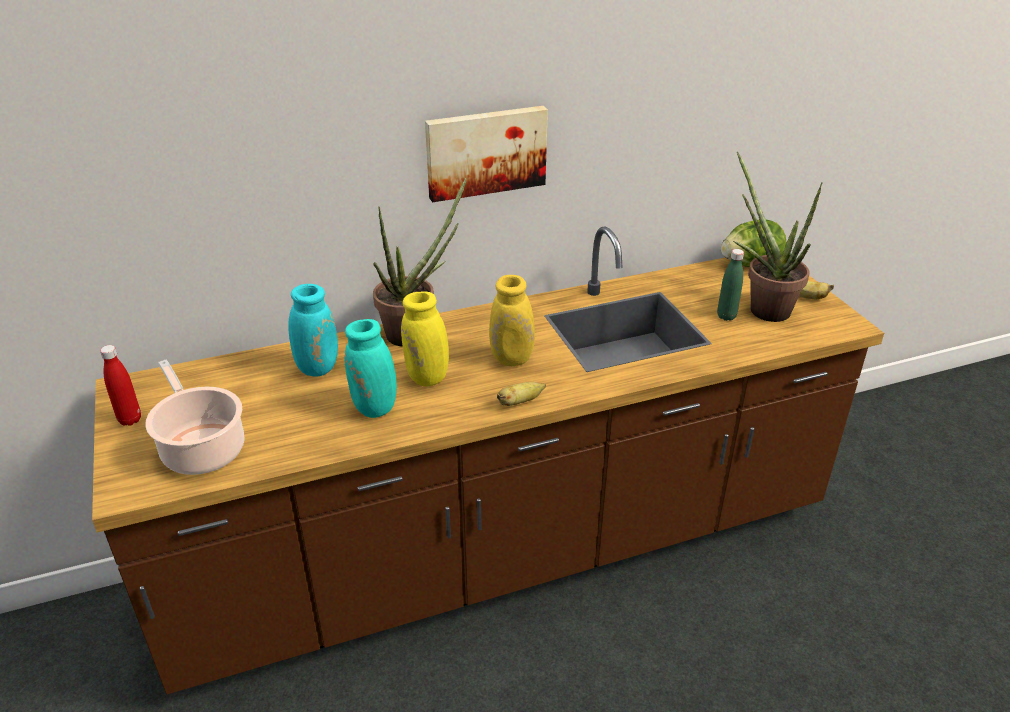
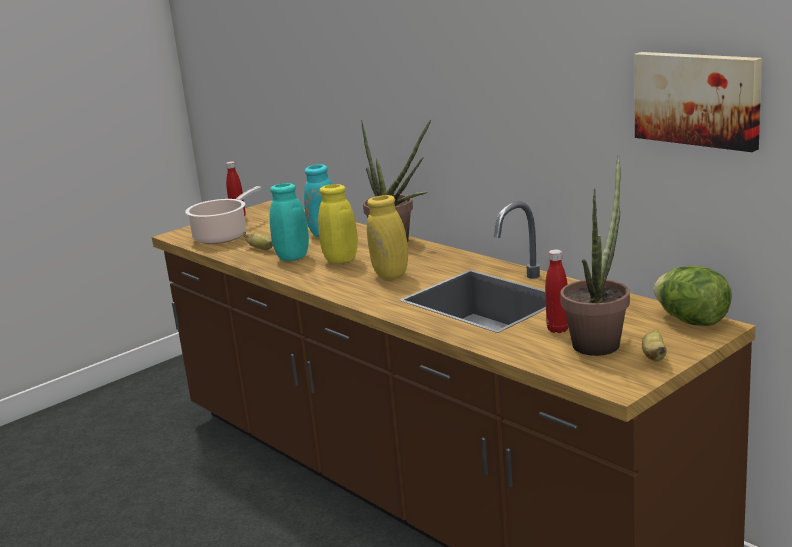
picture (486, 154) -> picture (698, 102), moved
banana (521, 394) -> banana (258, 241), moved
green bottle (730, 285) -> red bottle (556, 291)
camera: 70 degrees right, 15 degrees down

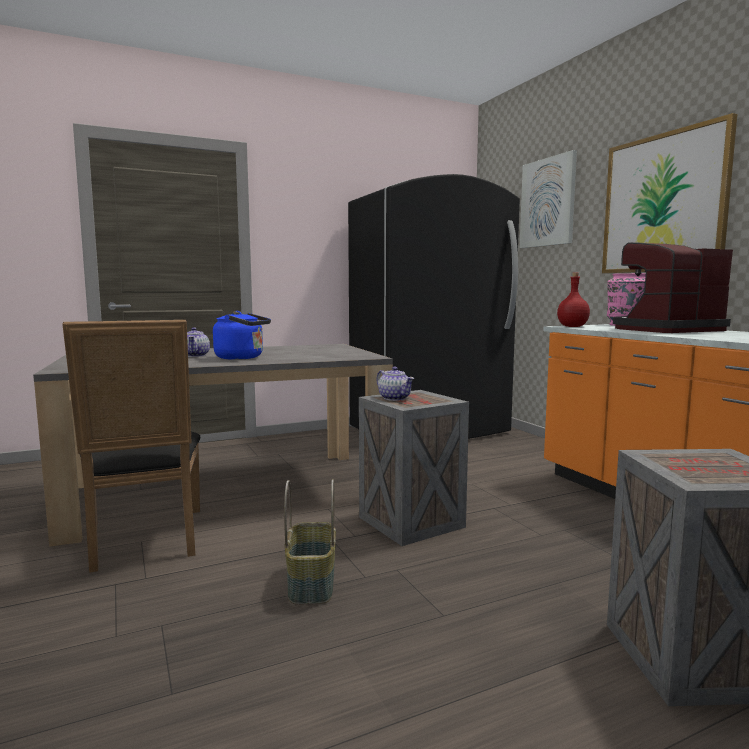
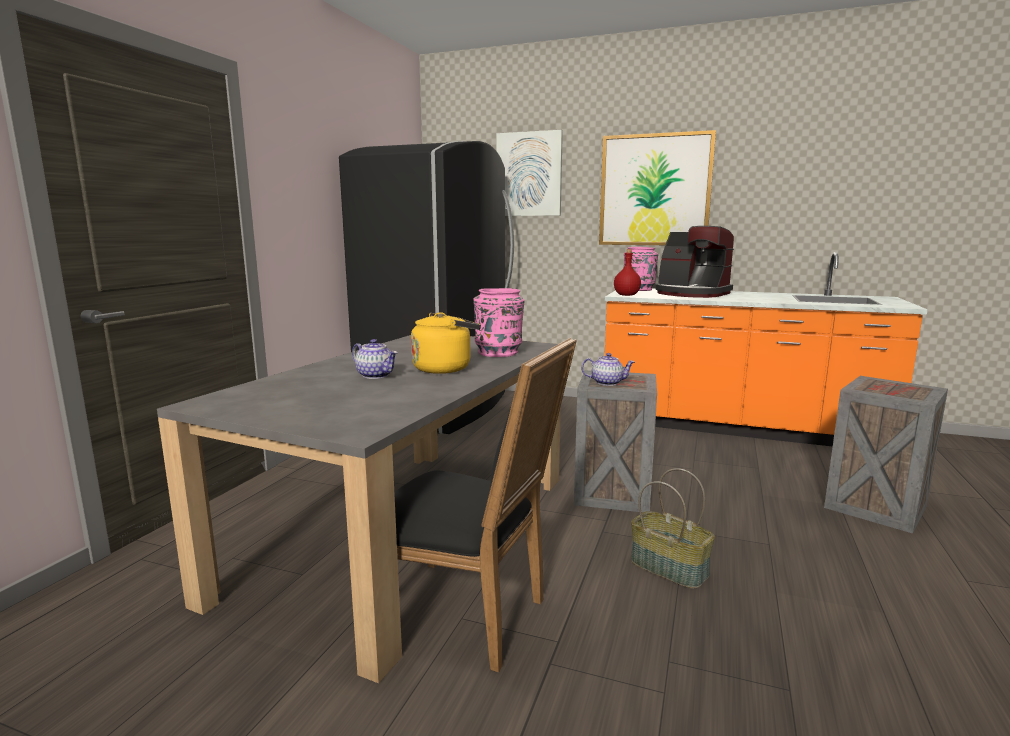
blue kettle (242, 335) -> yellow kettle (446, 343)
coffee machine (673, 287) -> coffee machine (695, 262), 75 degrees counterclockwise
none -> pink vase (499, 322)
camera: 45 degrees left, 5 degrees up

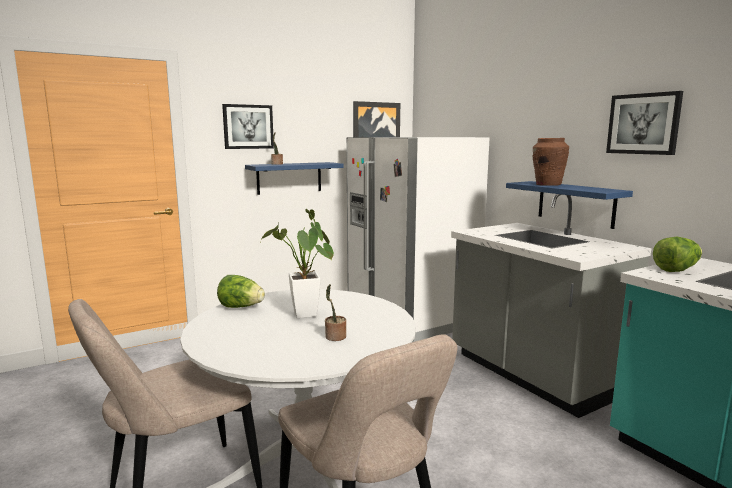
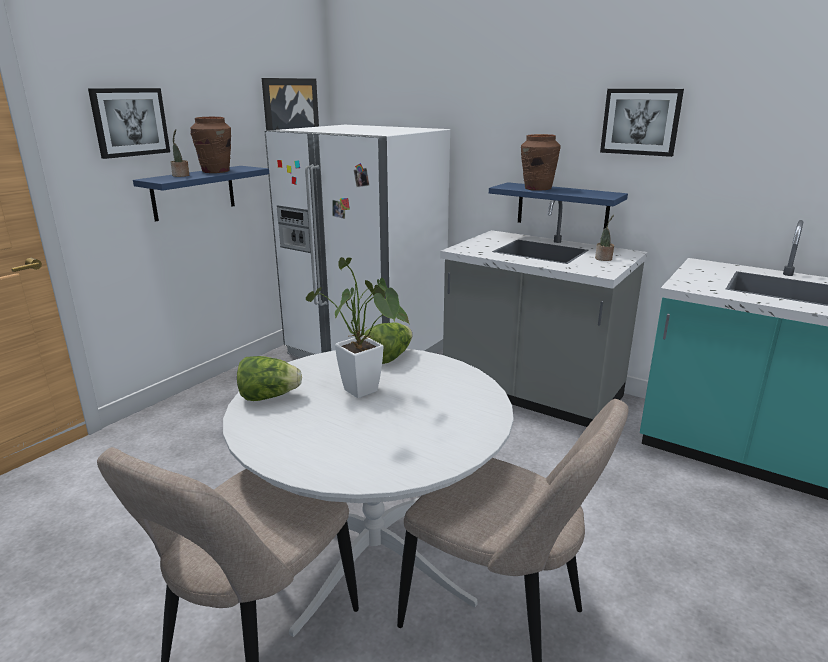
potted plant (335, 312) -> potted plant (604, 238), moved
lettuce (677, 254) -> lettuce (388, 343), moved
none -> brown vase (210, 145)
camera: 25 degrees left, 10 degrees up

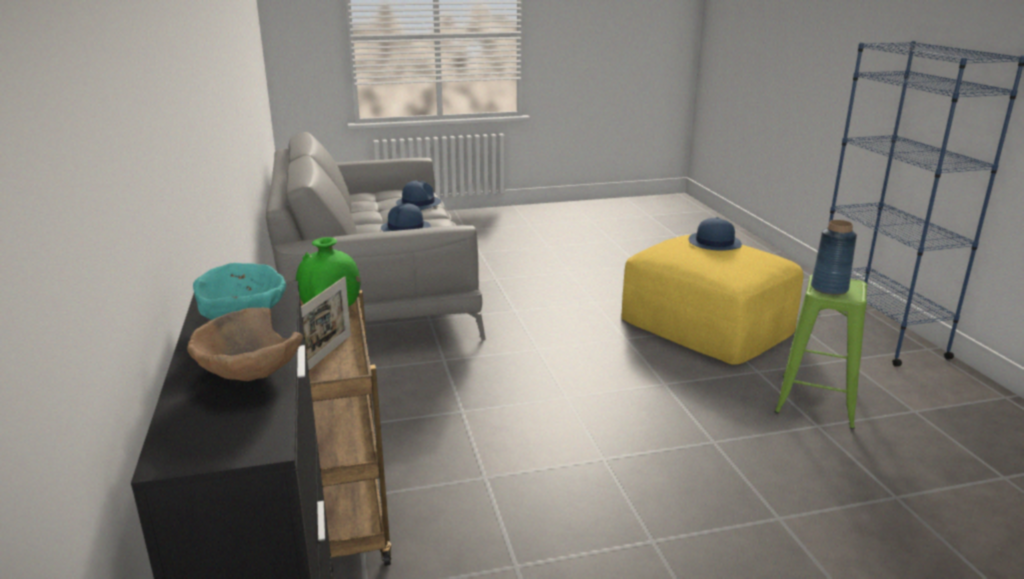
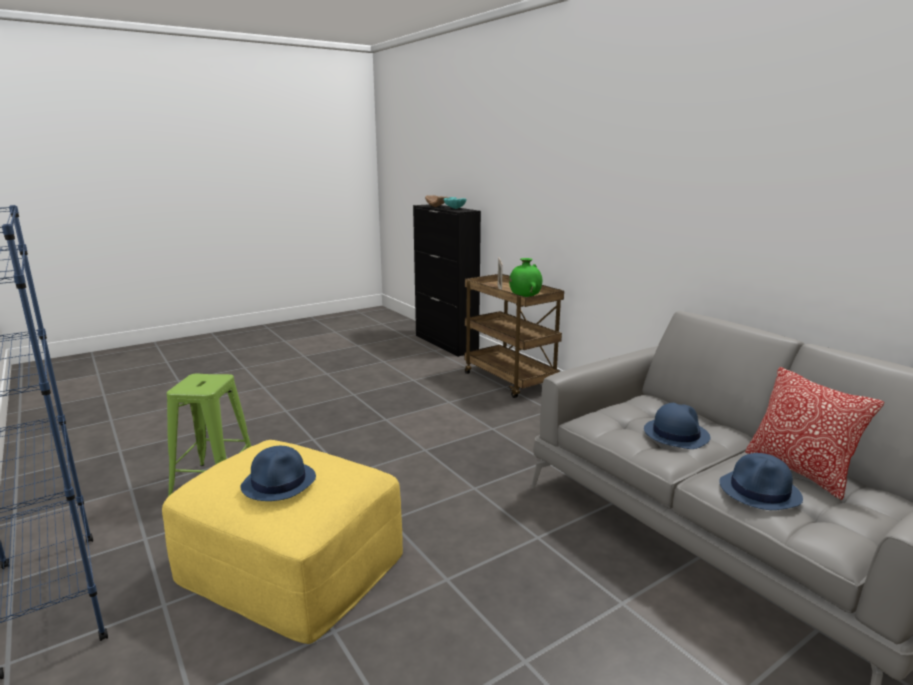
blue vase (834, 257) -> none
none -> pillow (814, 433)
camera: 160 degrees right, 5 degrees down

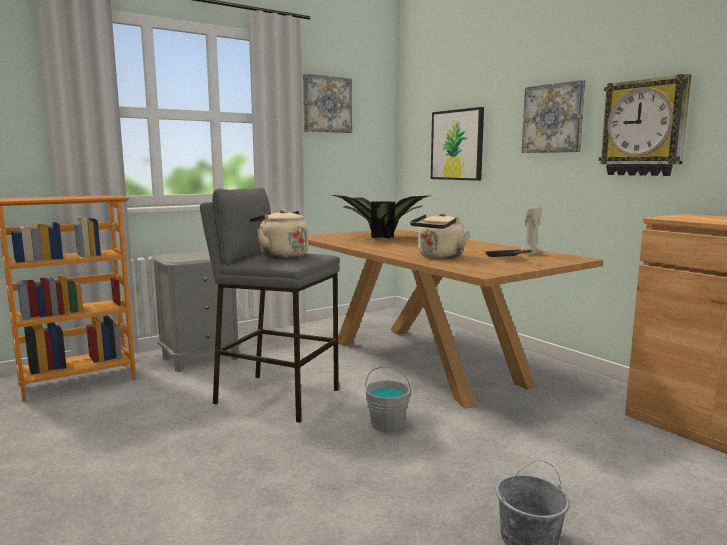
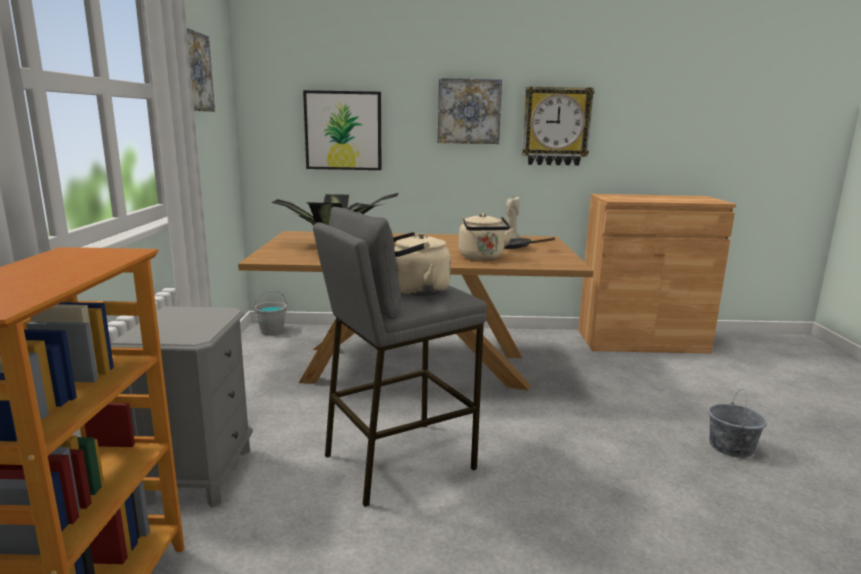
grey bucket (388, 399) -> grey bucket (270, 313), moved
camera: 55 degrees left, 5 degrees up

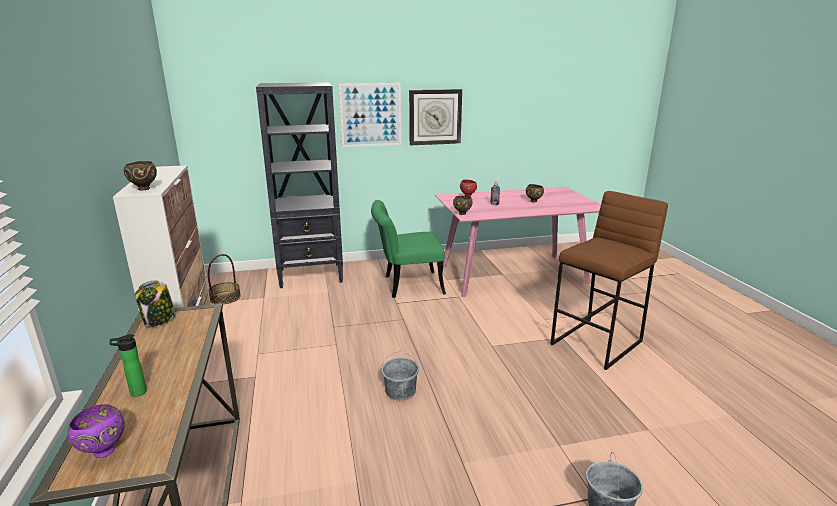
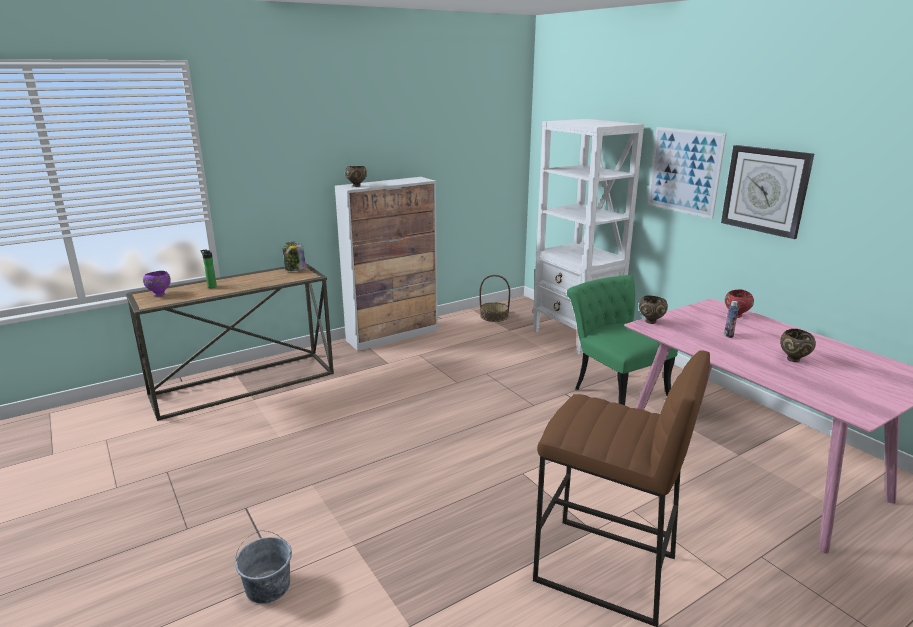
black bookcase (299, 185) -> white bookcase (588, 237)
grey bucket (400, 376) -> none
camera: 70 degrees right, 0 degrees up

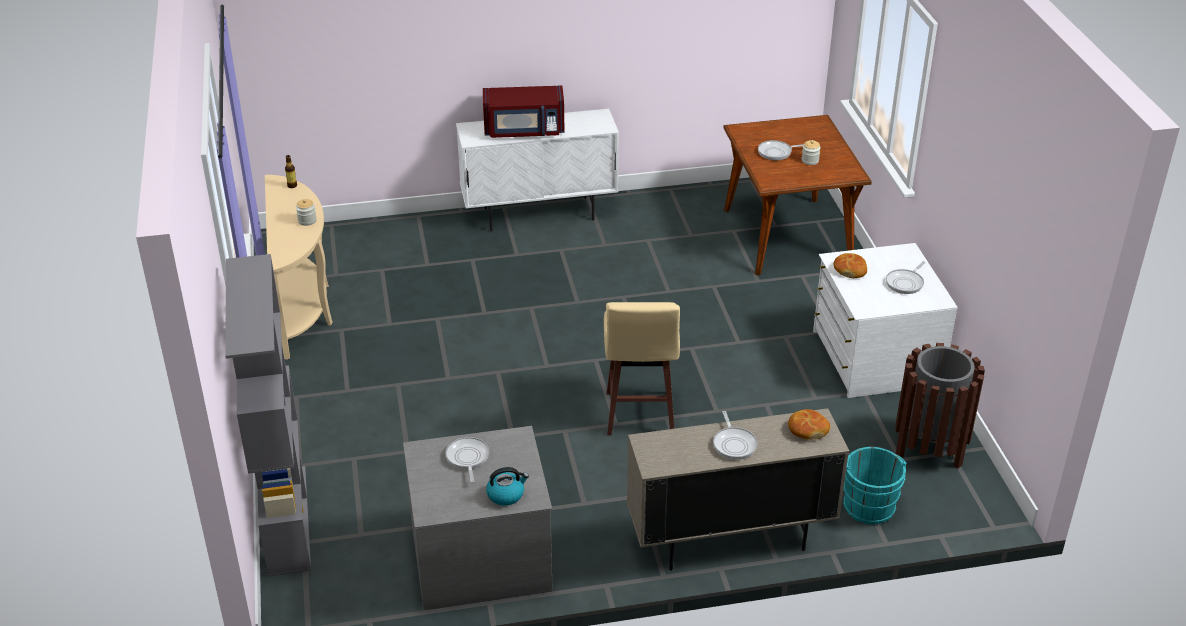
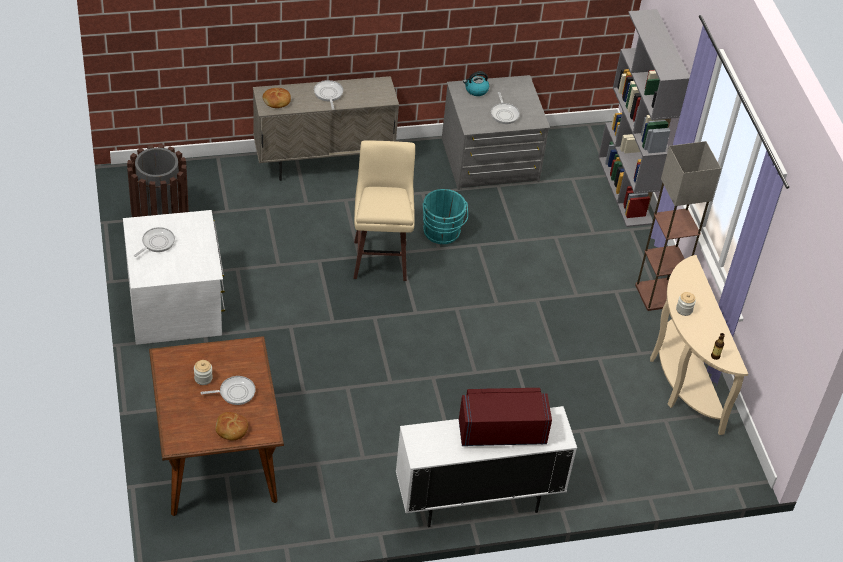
bread (850, 265) -> bread (231, 426), moved
turquoise bucket (875, 485) -> turquoise bucket (445, 216), moved
none -> floor lamp (678, 226)
camera: 175 degrees right, 10 degrees up

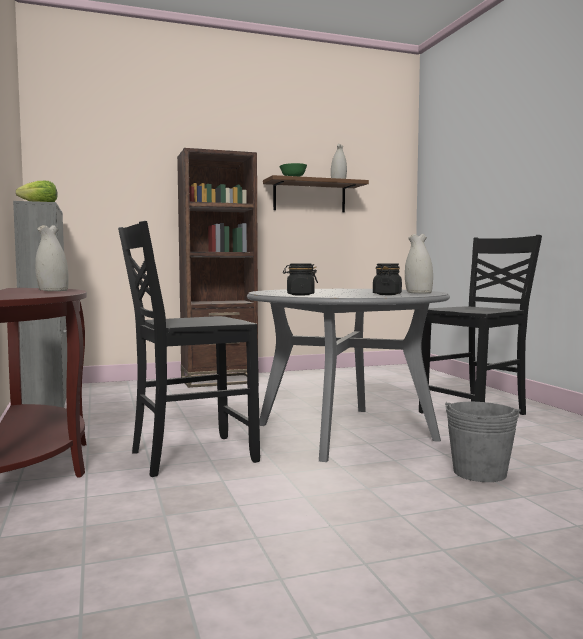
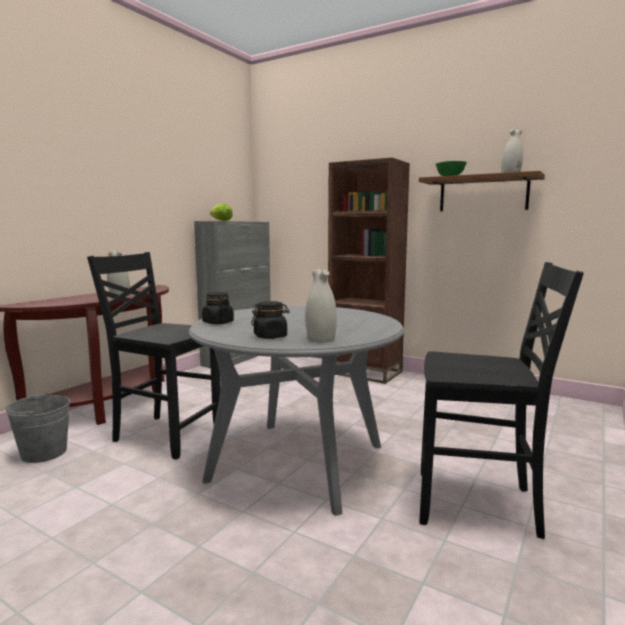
grey bucket (483, 442) -> grey bucket (38, 427), moved
camera: 50 degrees right, 5 degrees up

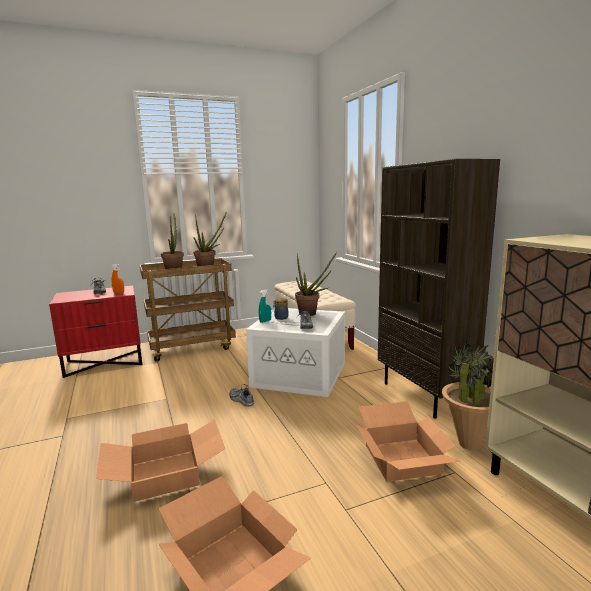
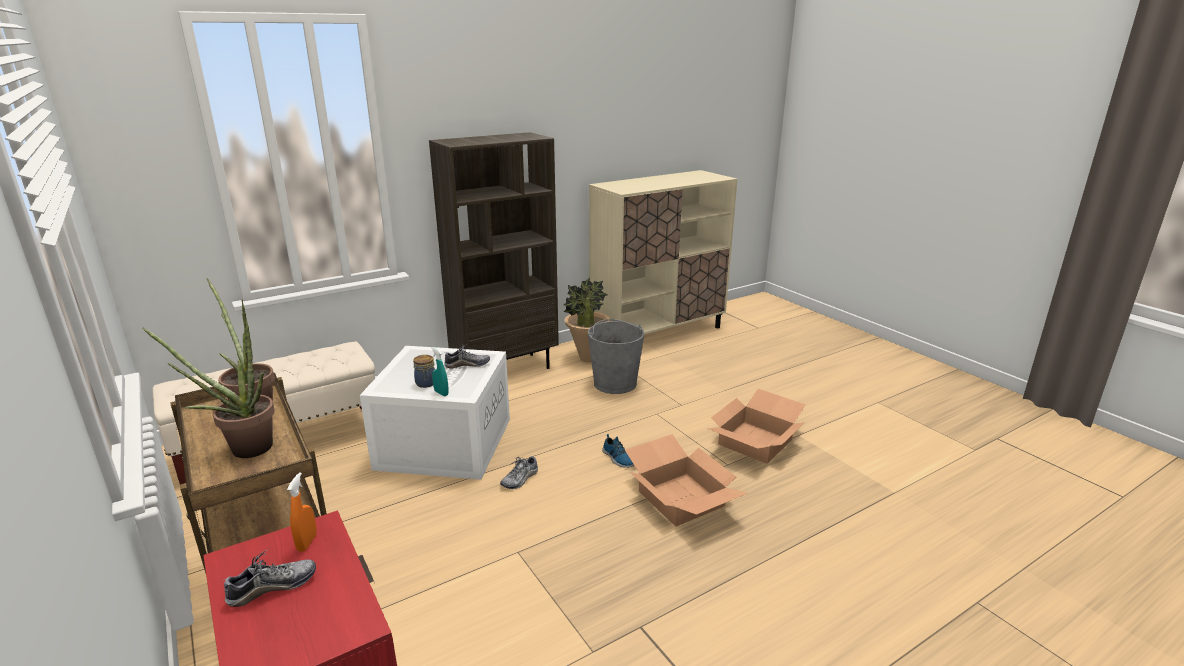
potted plant (316, 284) -> none
cardboard box (408, 441) -> grey bucket (616, 356)
none -> shoe (618, 451)
camera: 100 degrees left, 10 degrees up

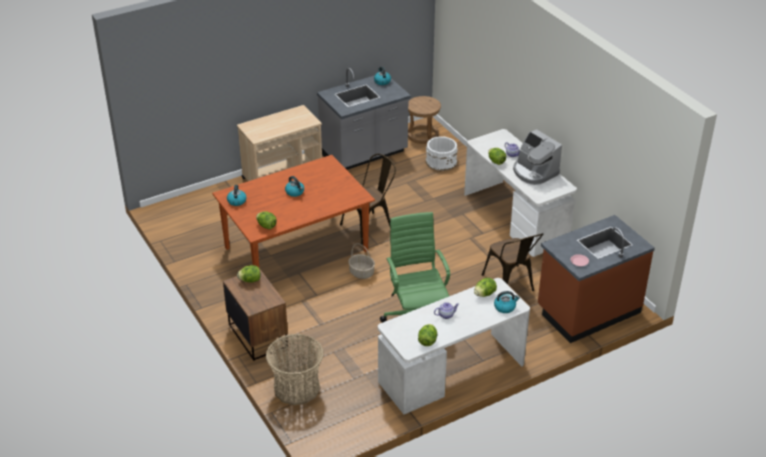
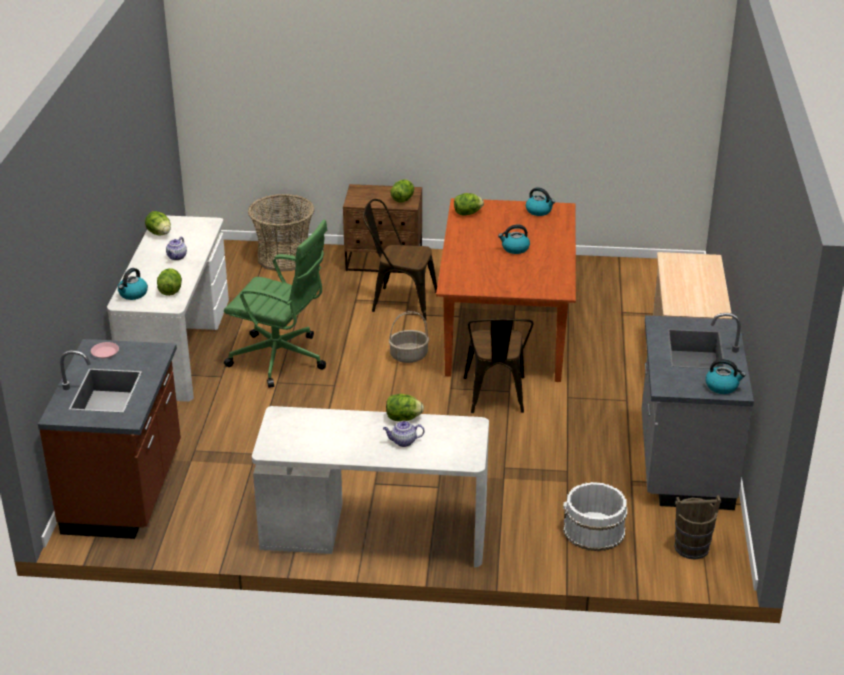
brown stool (424, 120) -> brown bucket (697, 527)
brown chair (512, 262) -> brown chair (400, 260), moved
coffee machine (537, 157) -> none
camera: 125 degrees right, 5 degrees down

